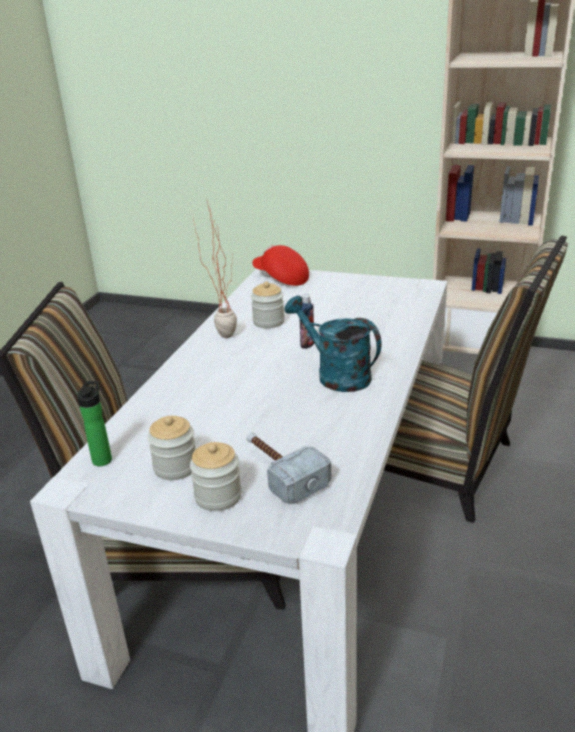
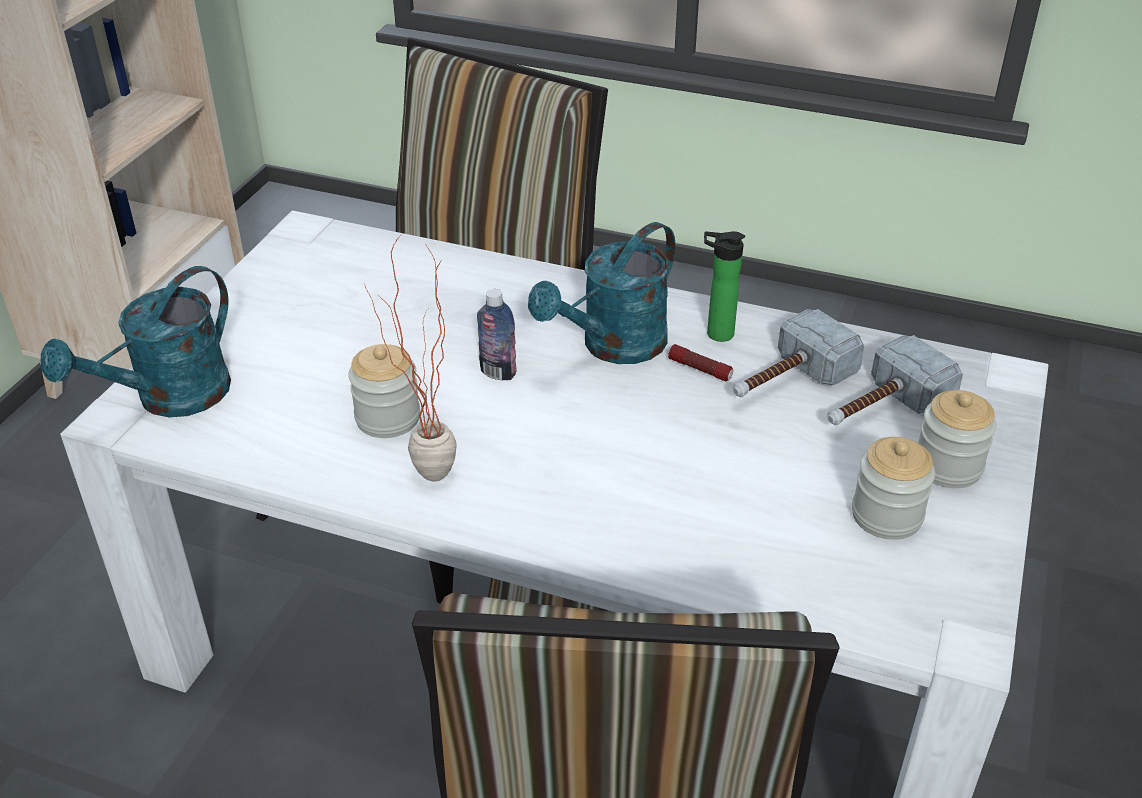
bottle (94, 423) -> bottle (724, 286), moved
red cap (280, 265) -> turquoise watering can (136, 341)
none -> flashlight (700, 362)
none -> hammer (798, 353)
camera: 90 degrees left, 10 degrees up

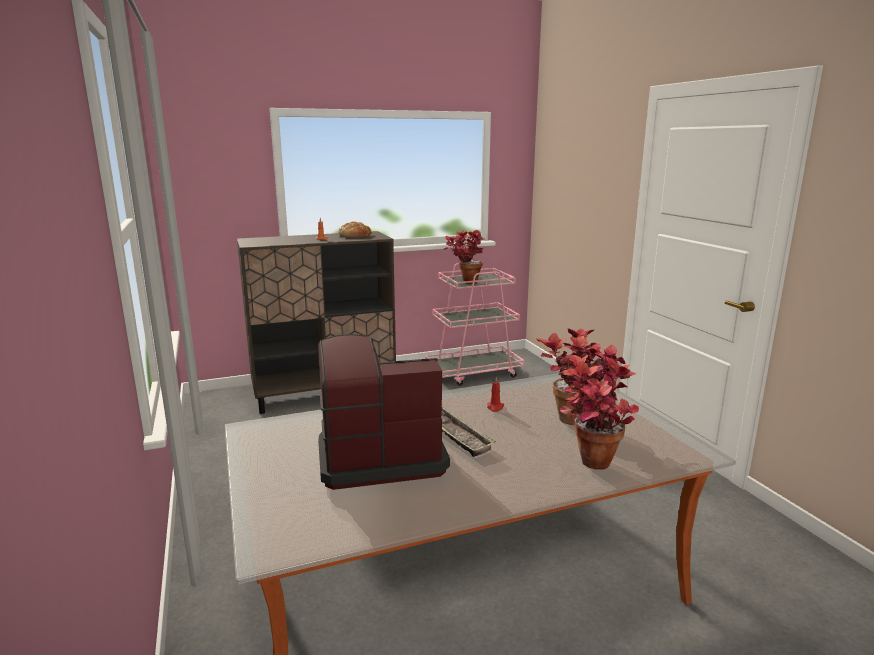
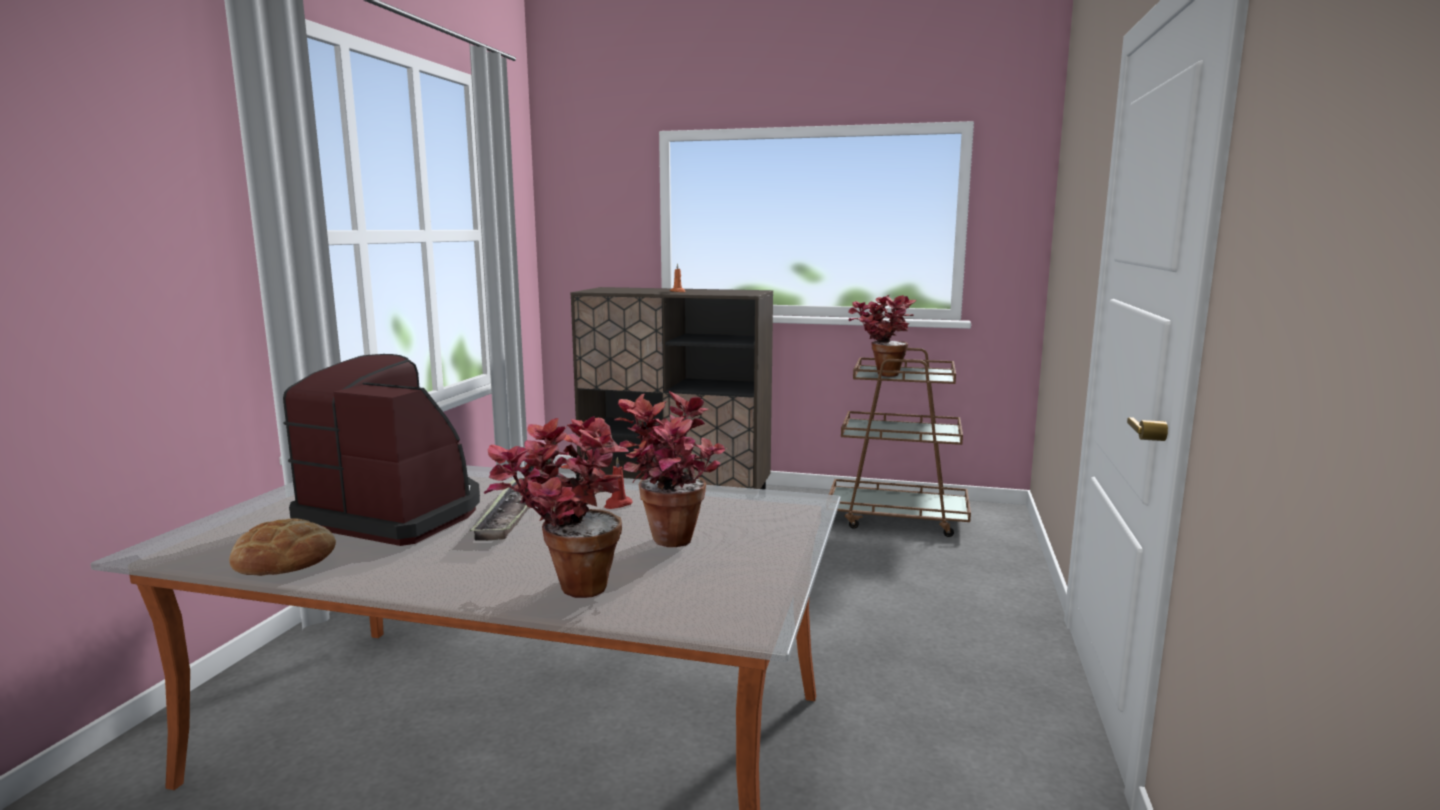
bread (355, 229) -> bread (282, 547), moved
pink cart (475, 324) -> brown cart (900, 442)
camera: 35 degrees right, 5 degrees down

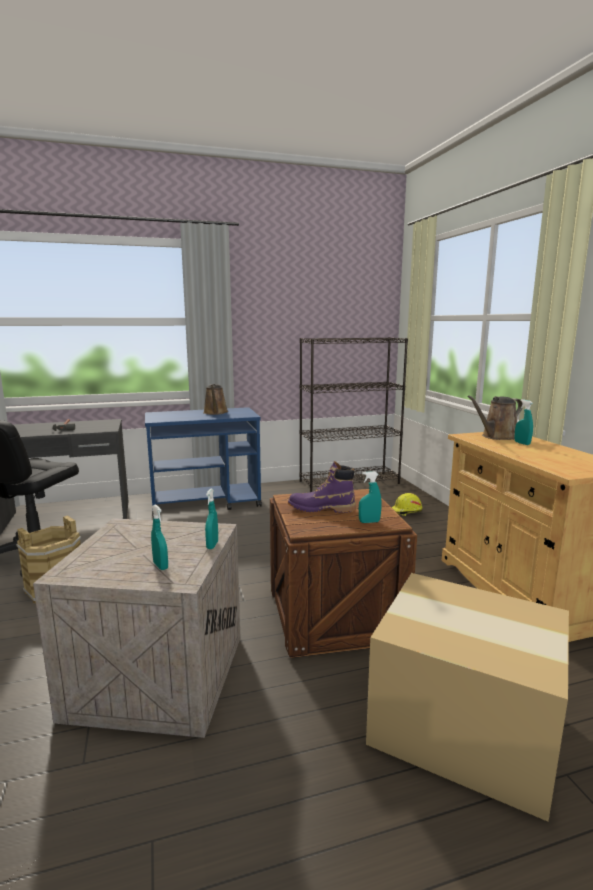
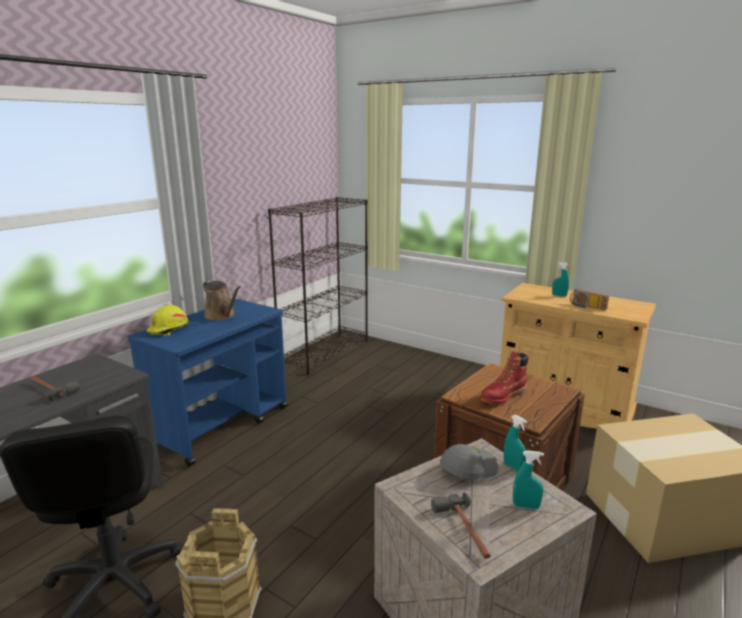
purple boot (322, 487) -> red boot (504, 377)
turquoise spray bottle (370, 497) -> none
yellow hard hat (406, 504) -> yellow hard hat (167, 320), moved
brown watering can (495, 417) -> none
none -> hammer (461, 526)
none -> grey cap (469, 462)
none -> radio (589, 300)
camera: 40 degrees left, 5 degrees up

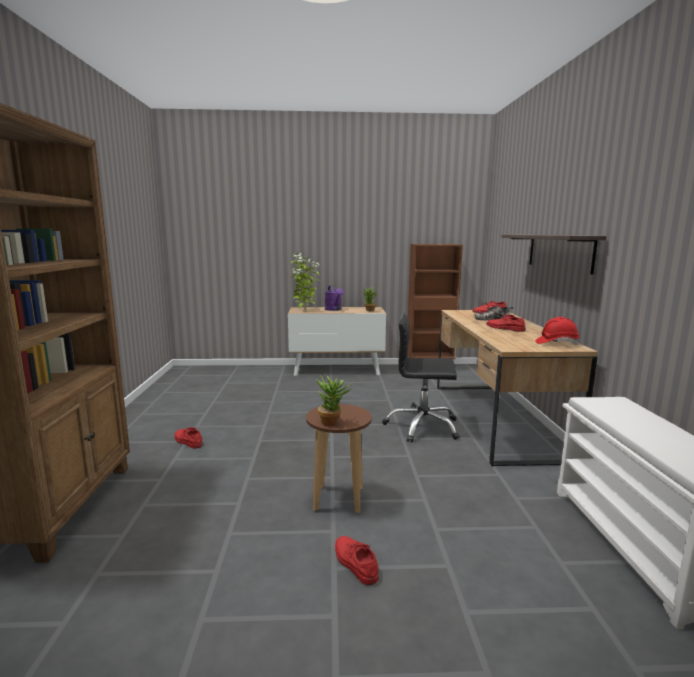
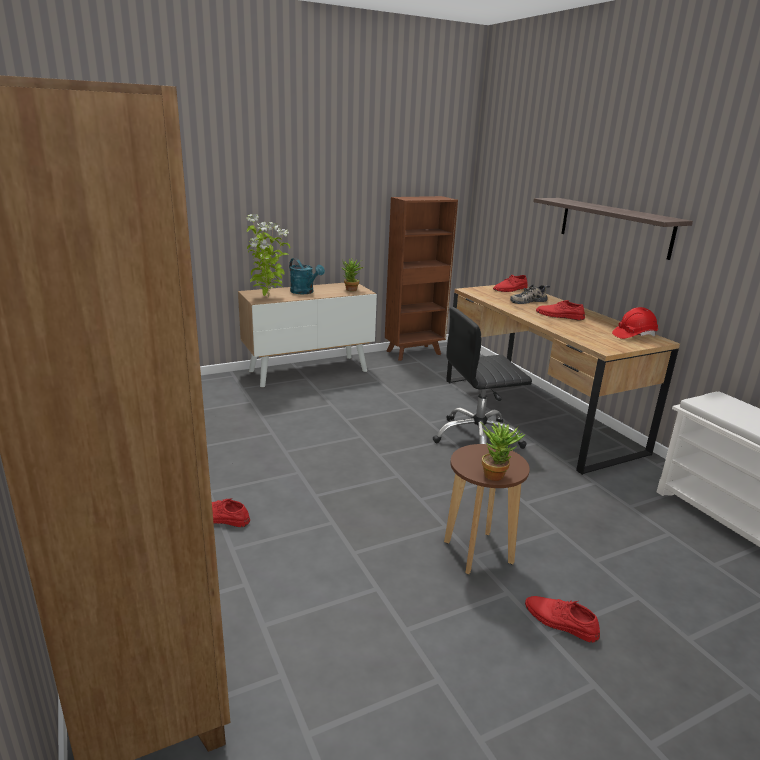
purple watering can (334, 298) -> turquoise watering can (307, 276)
camera: 25 degrees left, 10 degrees up

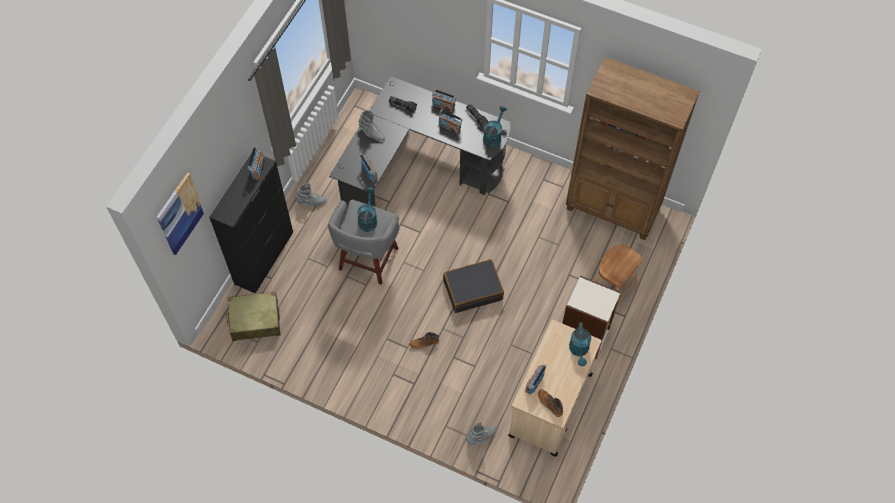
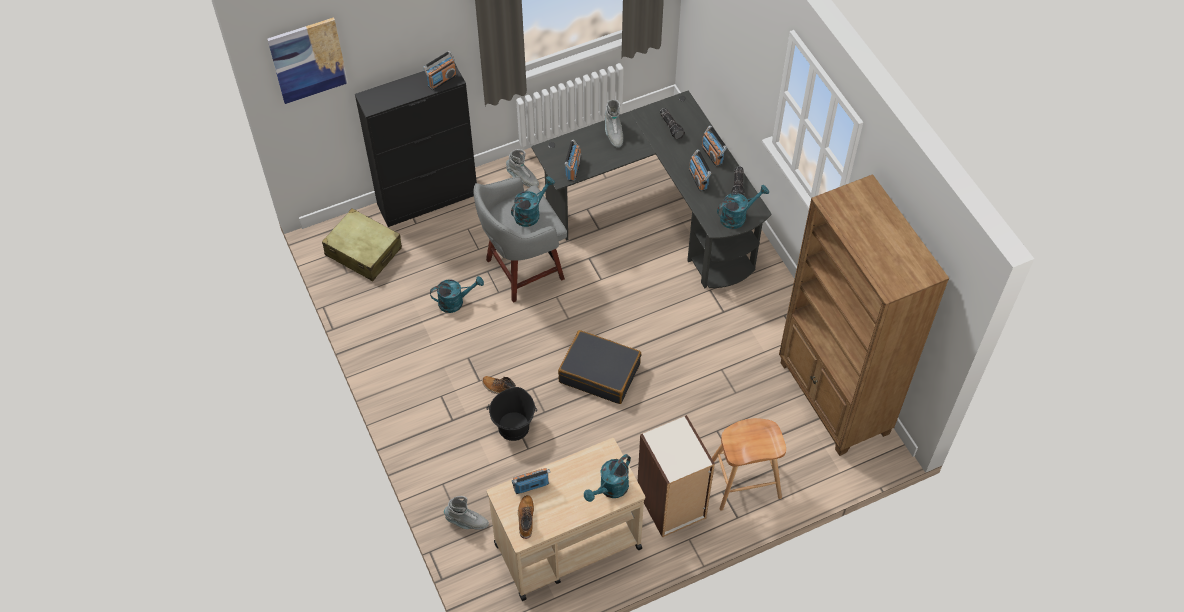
none -> turquoise watering can (457, 294)
none -> black bucket (512, 414)
camera: 40 degrees right, 5 degrees down

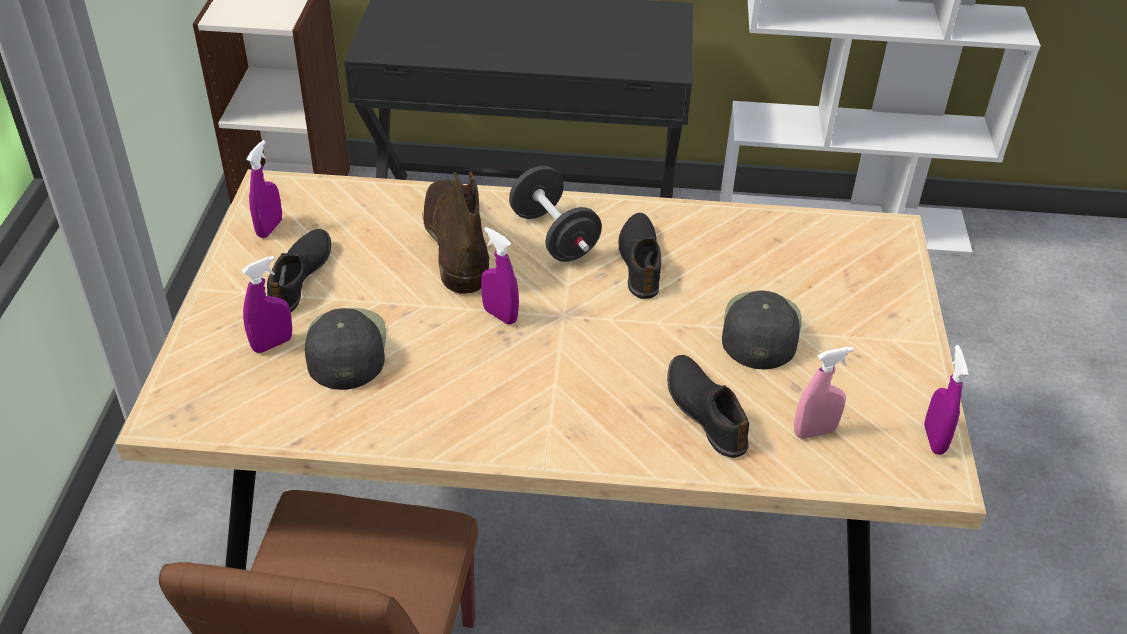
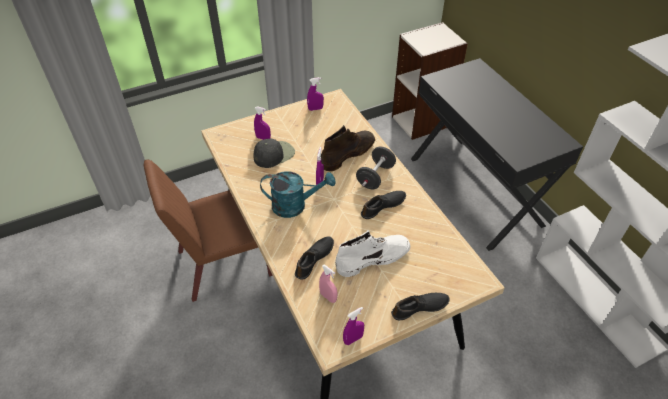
black shoe (299, 270) -> black shoe (420, 306), moved
black cap (762, 329) -> white boot (372, 253)
none -> turquoise watering can (298, 194)
camera: 60 degrees right, 5 degrees up

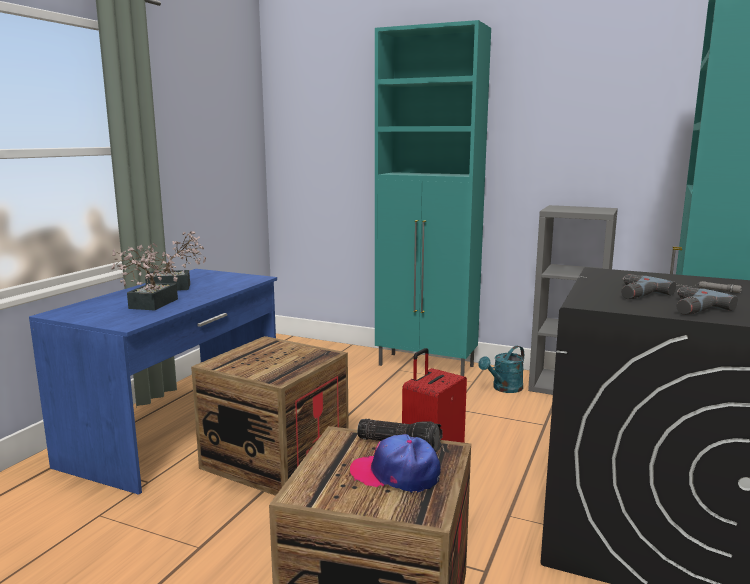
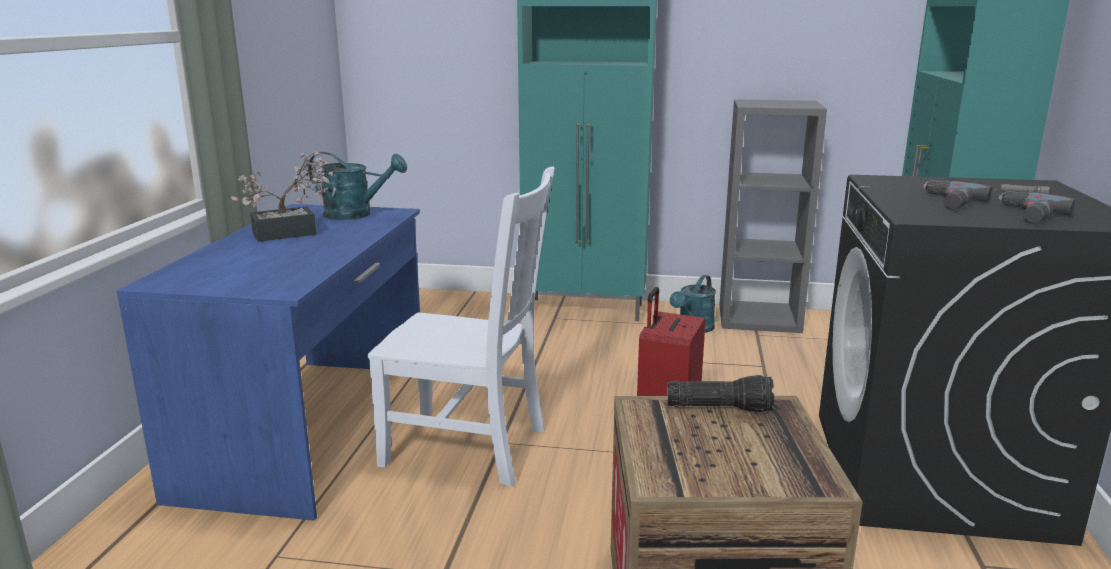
potted plant (144, 278) -> none
crate (270, 416) -> white chair (461, 326)
cap (395, 463) -> none
none -> turquoise watering can (357, 186)
camera: 15 degrees left, 5 degrees up

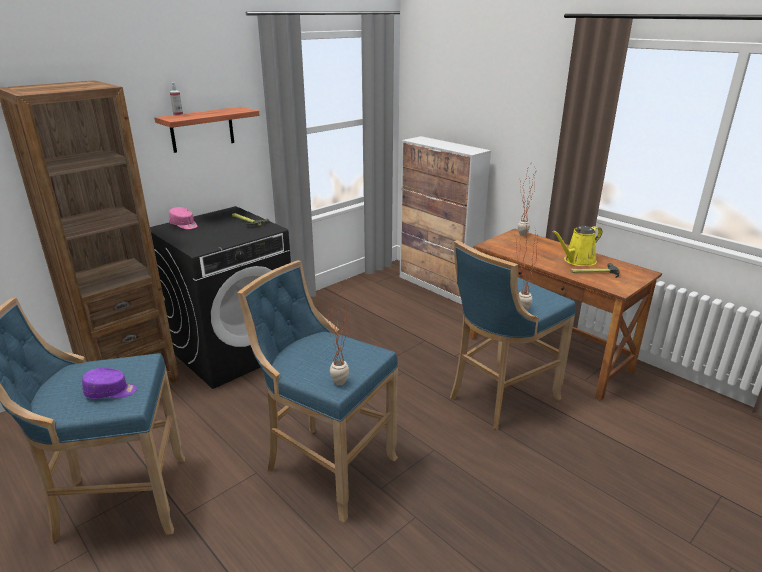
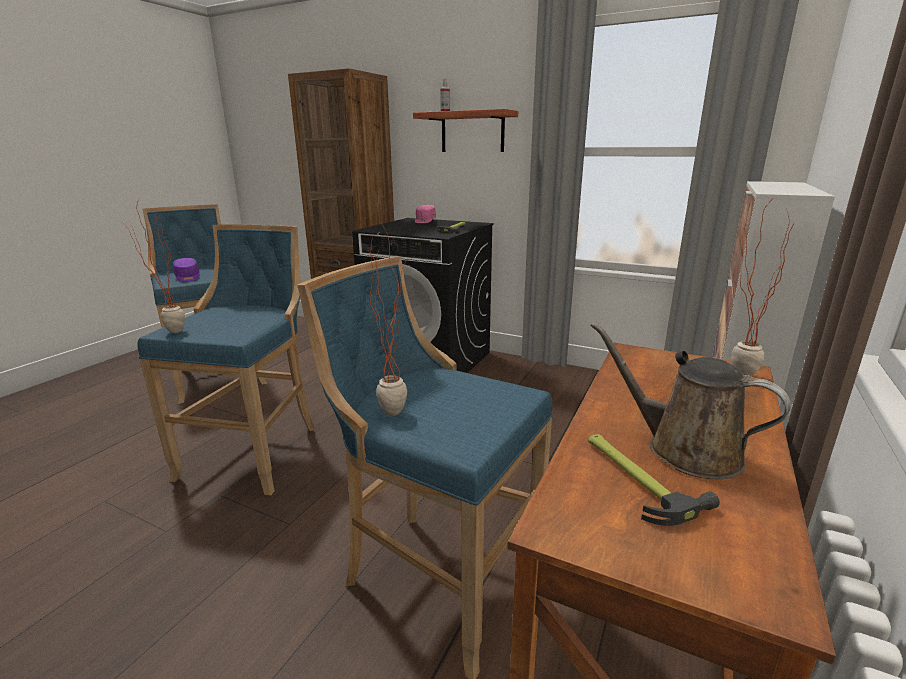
yellow watering can (577, 246) -> brown watering can (690, 400)
camera: 70 degrees right, 5 degrees down

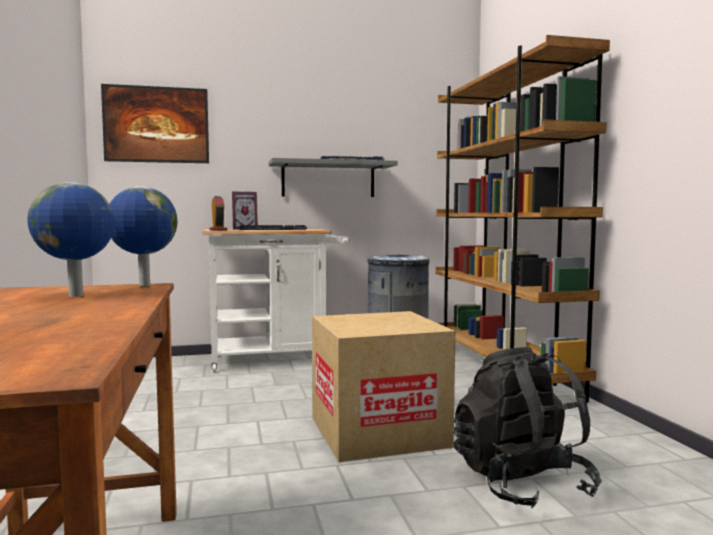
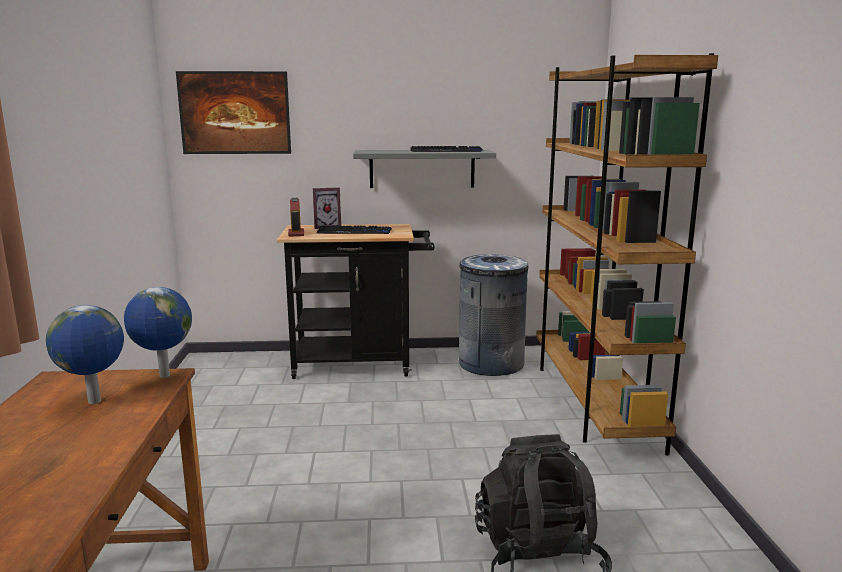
white cart (275, 301) -> black cart (356, 301)
cardboard box (384, 386) -> none
camera: 10 degrees right, 10 degrees up

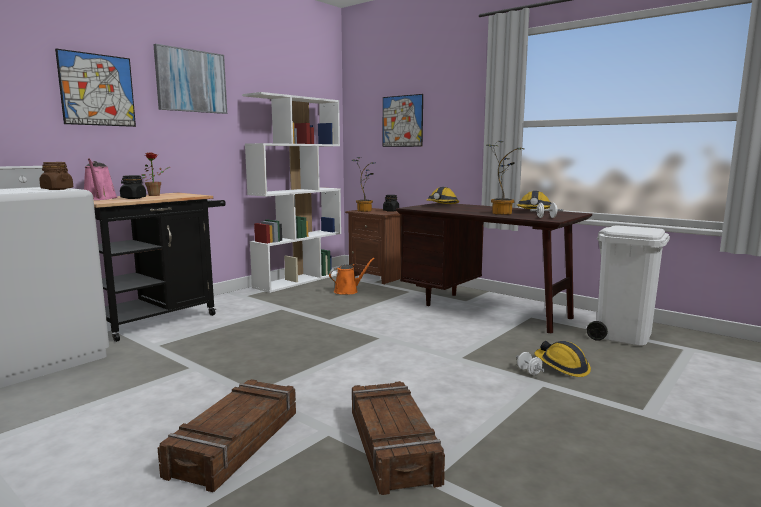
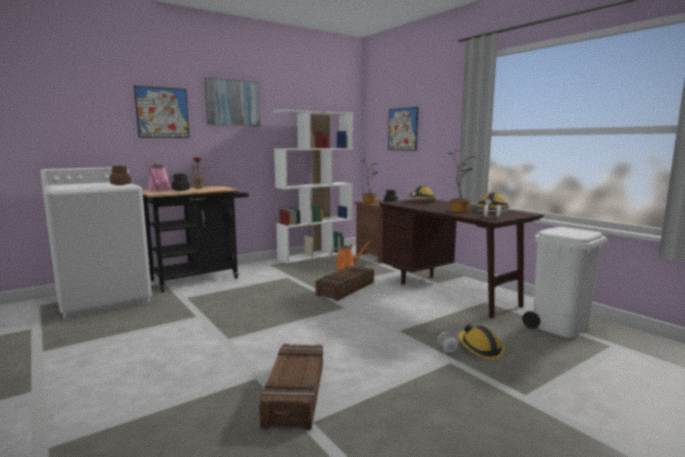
crate (227, 435) -> crate (344, 283), moved
camera: 15 degrees right, 0 degrees up

